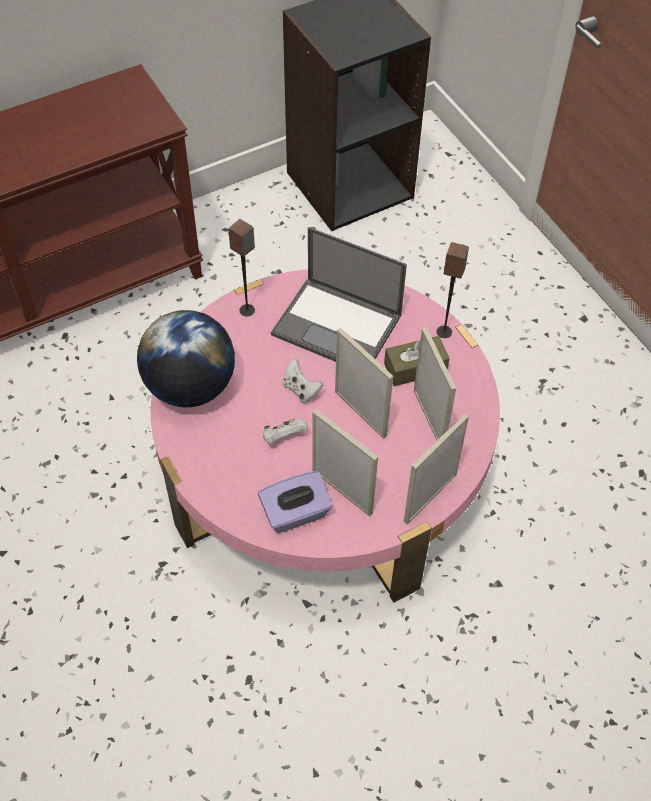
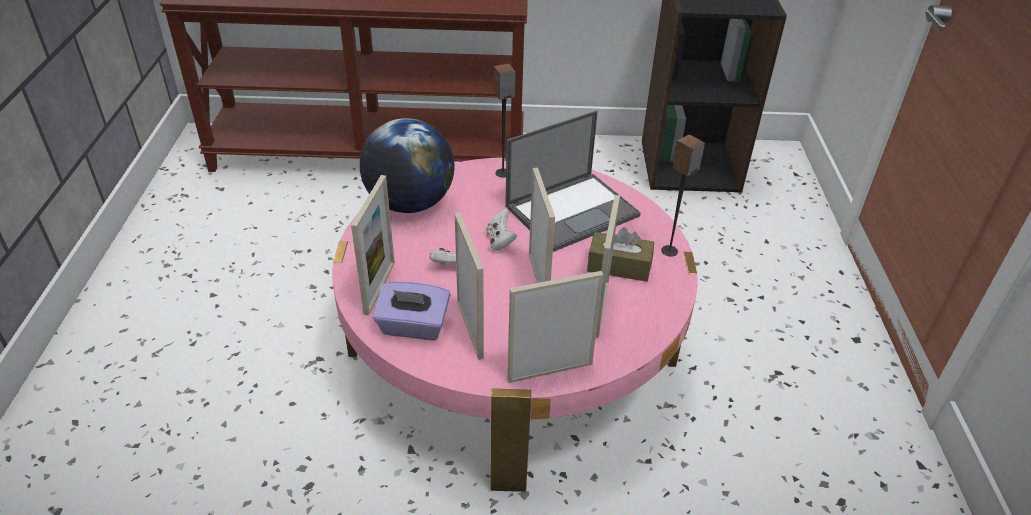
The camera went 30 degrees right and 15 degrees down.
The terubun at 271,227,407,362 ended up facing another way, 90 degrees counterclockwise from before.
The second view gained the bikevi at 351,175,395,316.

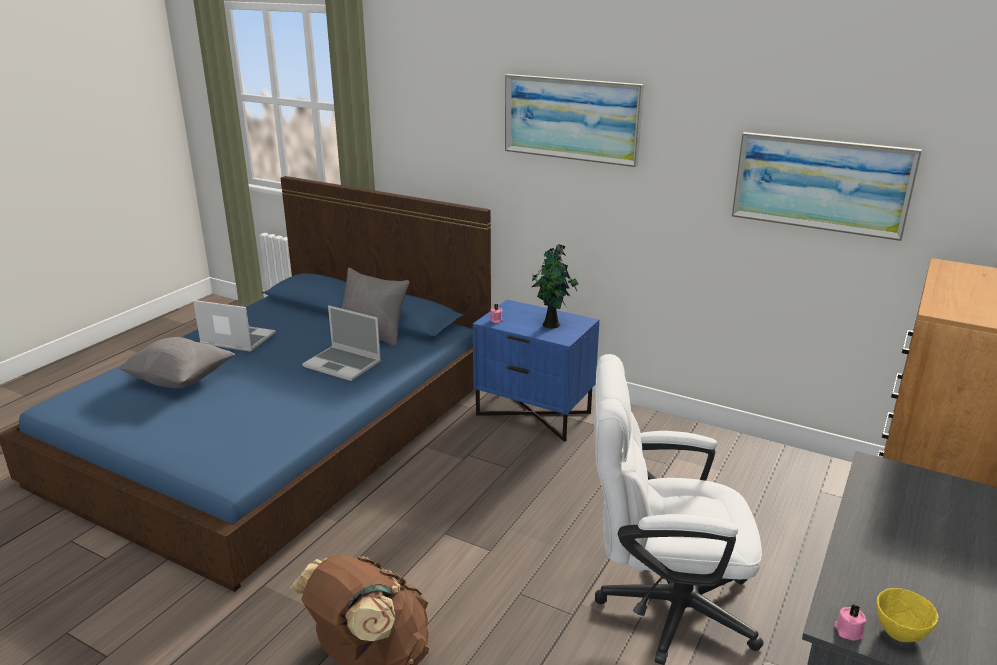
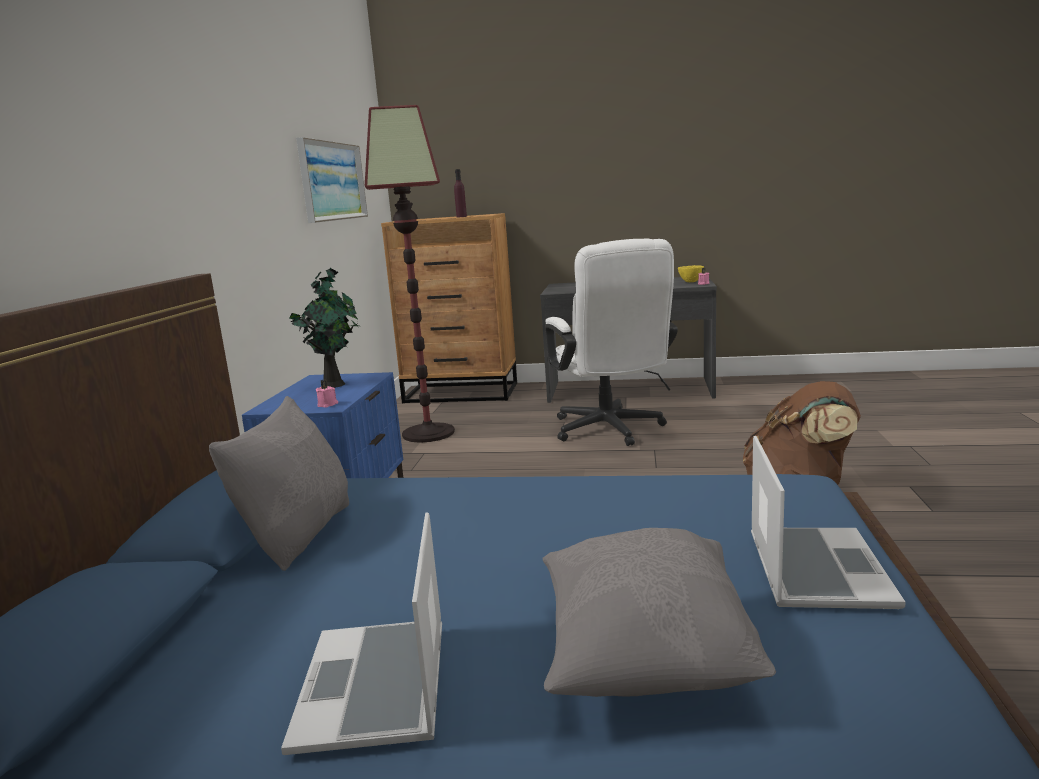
The camera went 110 degrees left and 10 degrees down.
The terubun ended up elsewhere, having gone from 302,305,381,381 to 751,436,906,609.
The second view lost the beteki at 505,74,644,167.
The second view gained the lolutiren at 365,105,455,443.
The second view gained the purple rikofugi at 454,169,467,218.

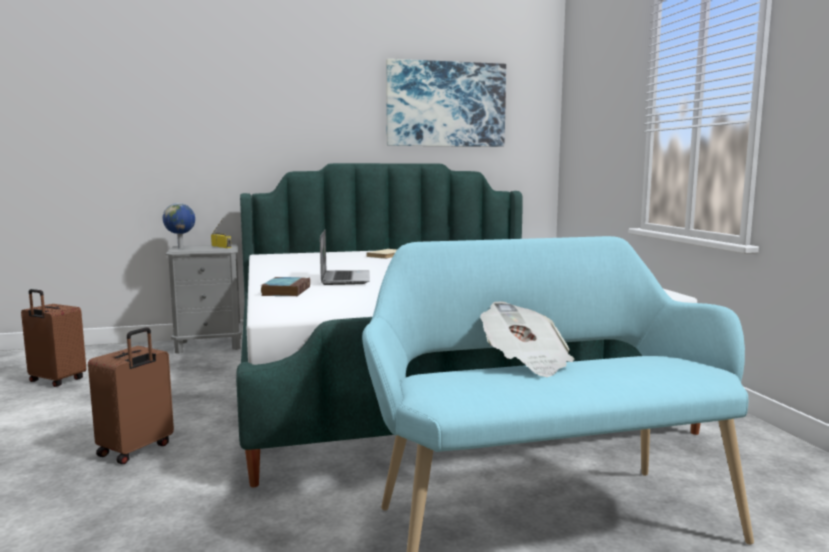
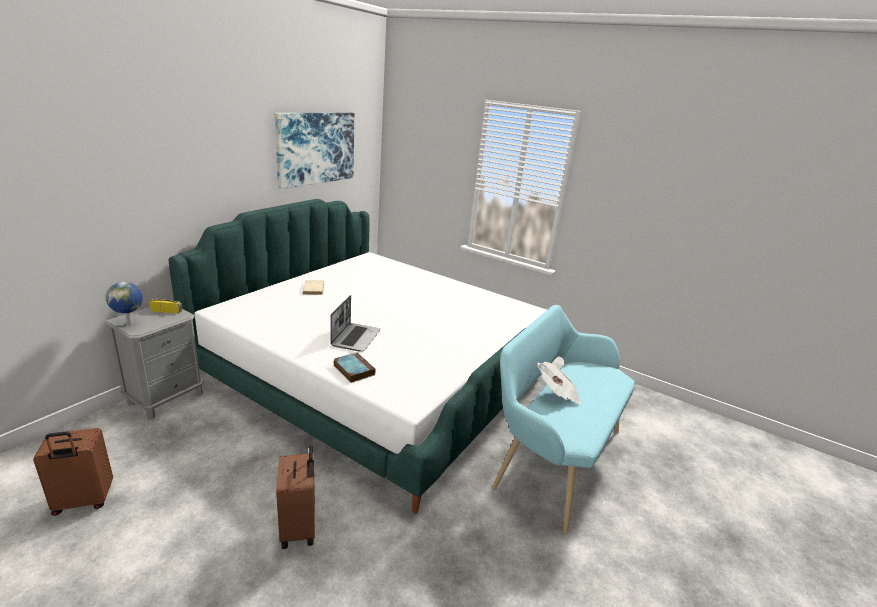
The camera went 45 degrees left and 15 degrees up.
The terubun at 320,230,370,285 ended up facing another way, 60 degrees clockwise from before.

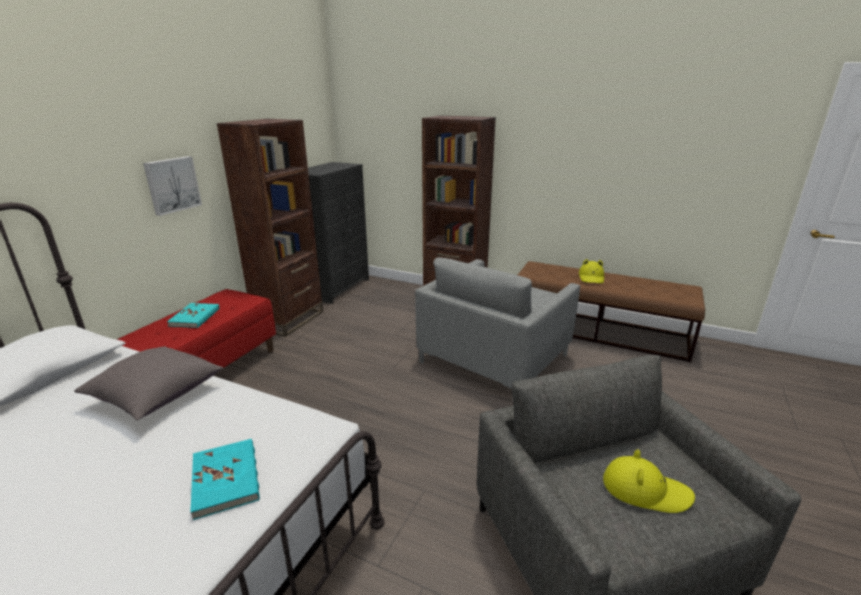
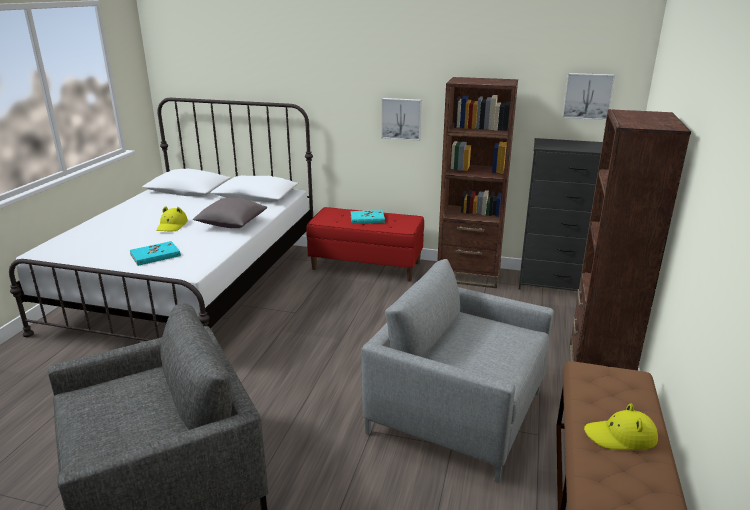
The camera went 80 degrees right and 0 degrees up.
The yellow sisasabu ended up elsewhere, having gone from 603,450,695,513 to 156,206,188,231.
The second view gained the beteki at 562,73,615,120.

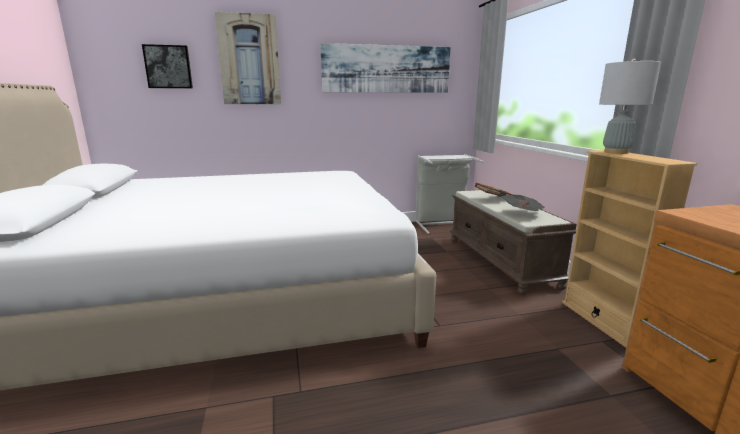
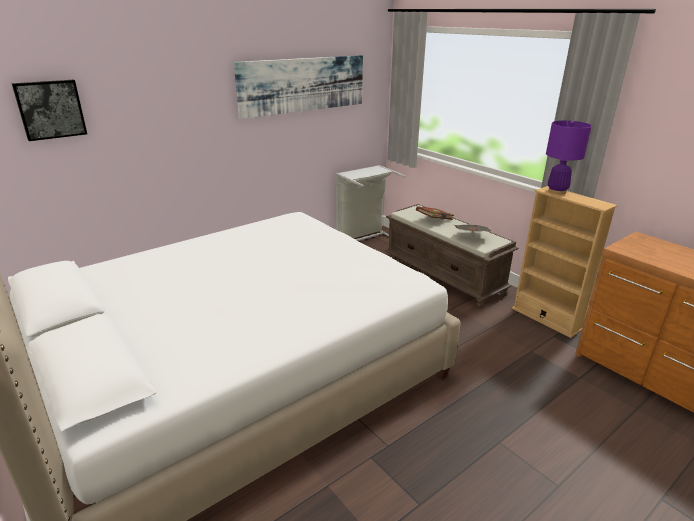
The camera went 25 degrees left and 10 degrees up.
The second view lost the beteki at 215,12,281,104.
What was the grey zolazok at 599,59,661,154 turned into the purple zolazok at 546,121,592,195.

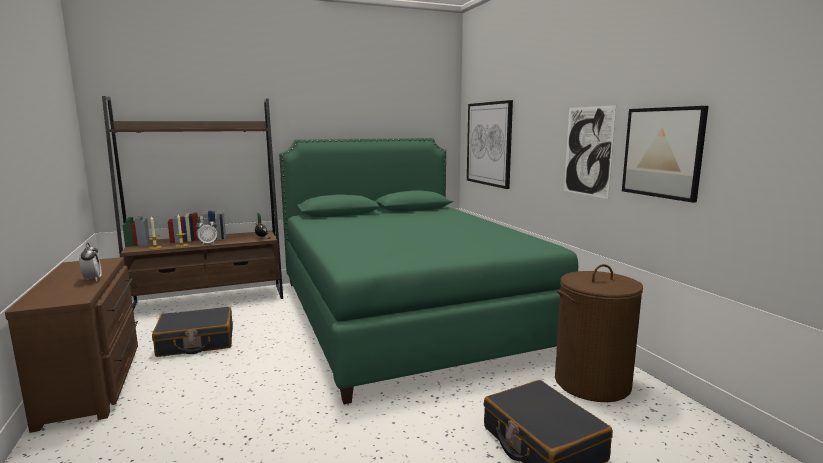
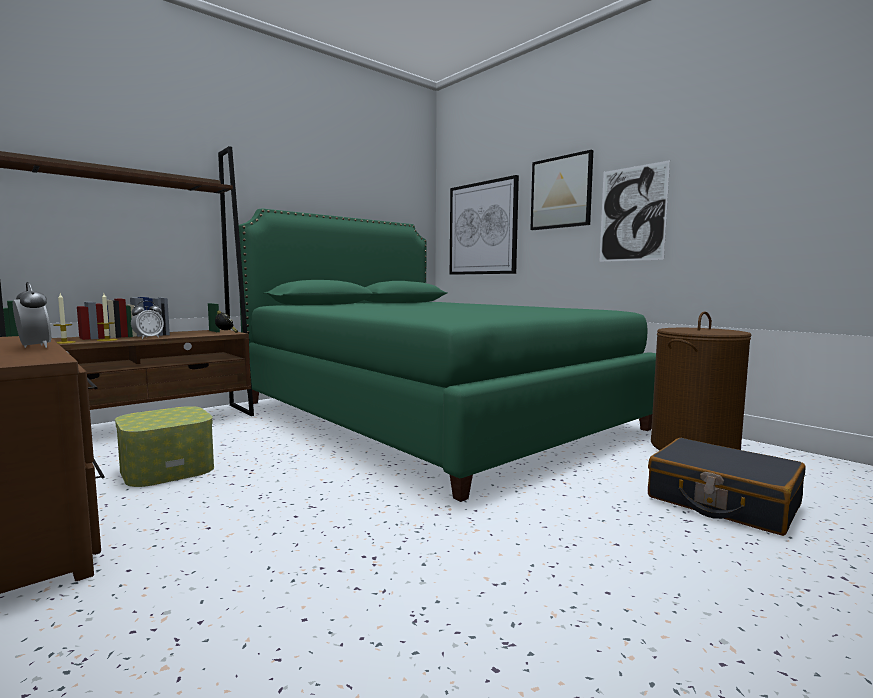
The camera went 20 degrees left and 5 degrees down.
Where the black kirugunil stood at 152,307,233,357, the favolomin came to stand at 115,406,214,487.
The beteki ended up elsewhere, having gone from 622,106,709,203 to 530,150,593,230.

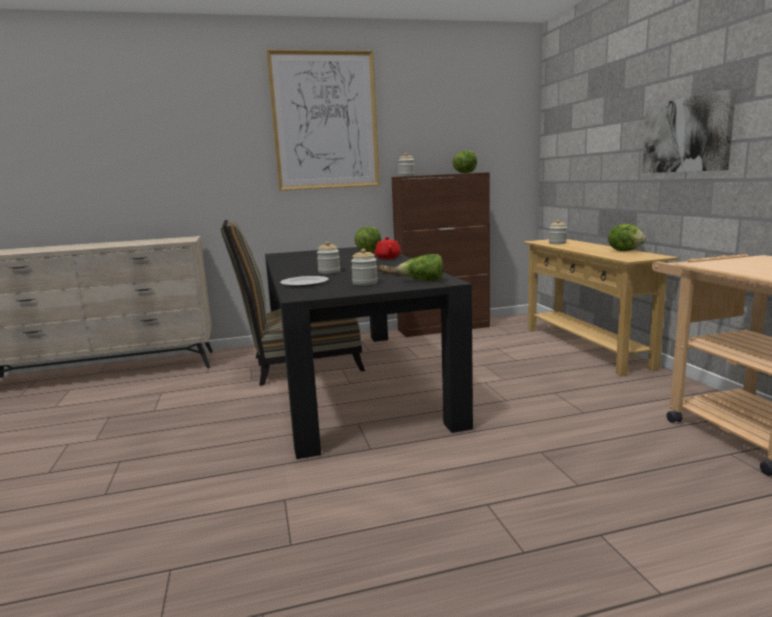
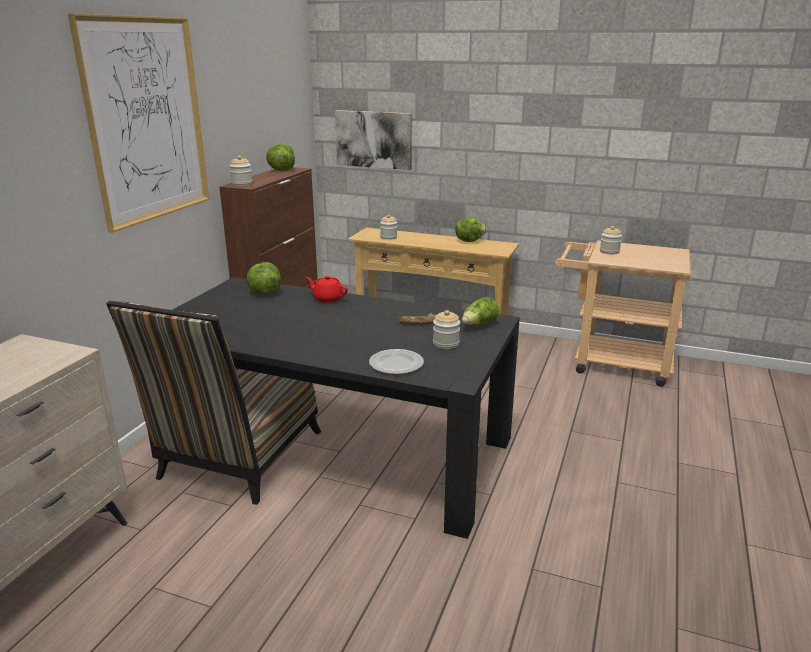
The camera went 55 degrees left and 10 degrees up.
The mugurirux ended up elsewhere, having gone from 317,241,340,274 to 600,226,622,254.
The beteki ended up elsewhere, having gone from 642,89,736,173 to 335,110,412,170.

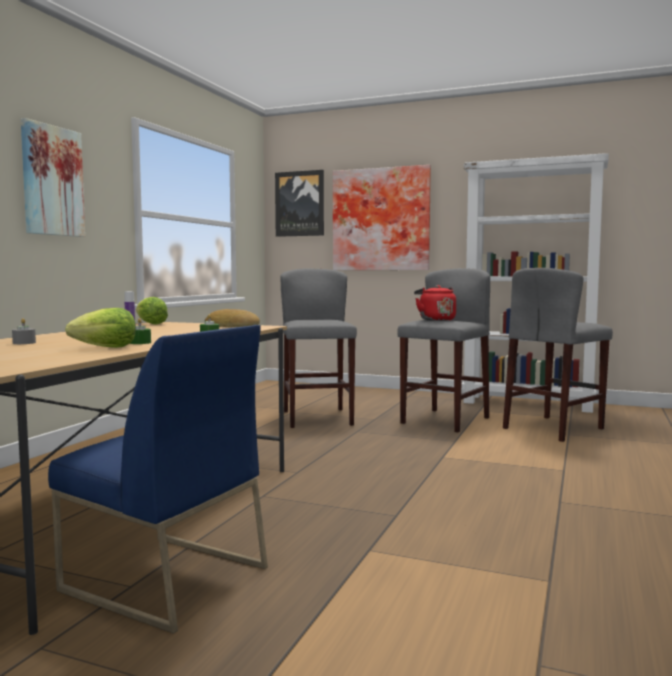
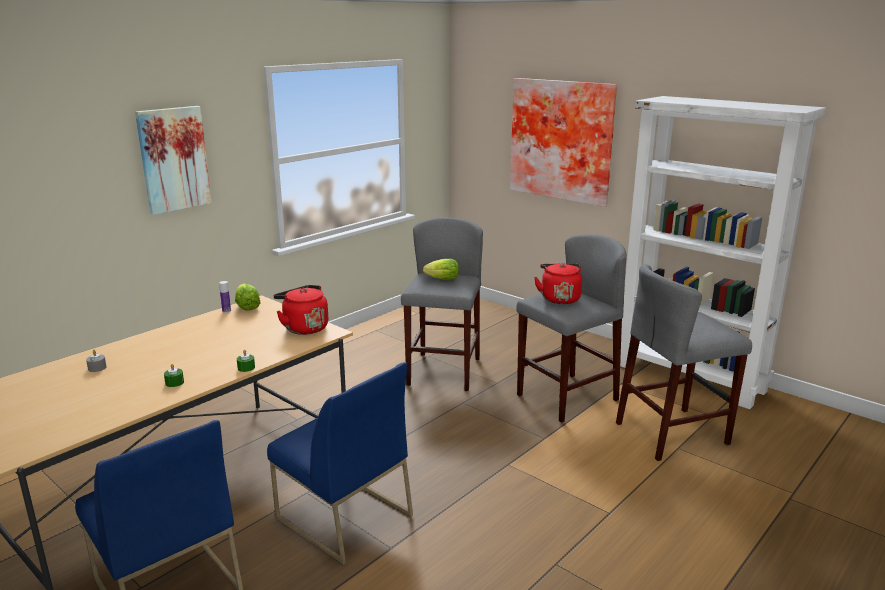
The camera went 20 degrees right and 15 degrees up.
The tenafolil ended up elsewhere, having gone from 65,308,136,348 to 423,259,459,280.
Where the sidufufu stood at 205,309,260,327, the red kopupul came to stand at 274,285,328,335.
The second view lost the beteki at 275,170,324,237.
The second view gained the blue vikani at 267,362,413,565.

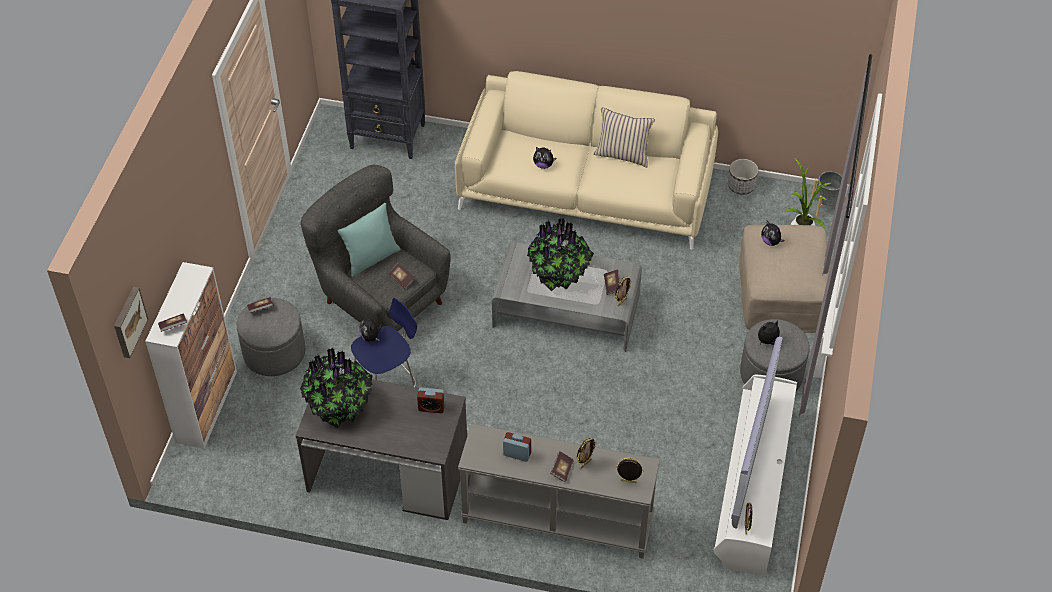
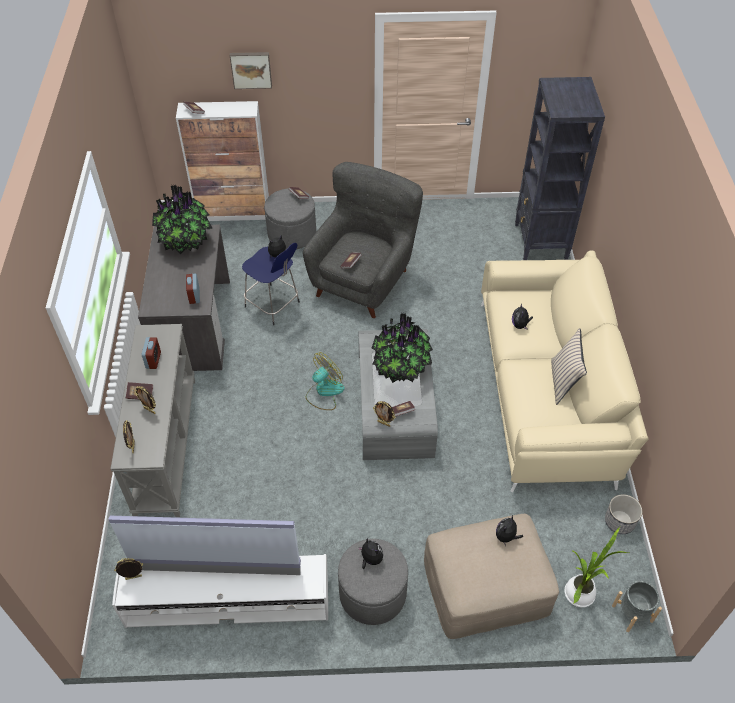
The camera went 75 degrees right and 0 degrees up.
The beteki ended up elsewhere, having gone from 114,287,148,358 to 230,52,272,89.
The second view lost the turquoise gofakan at 337,203,401,277.
The second view gained the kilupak at 306,352,345,410.

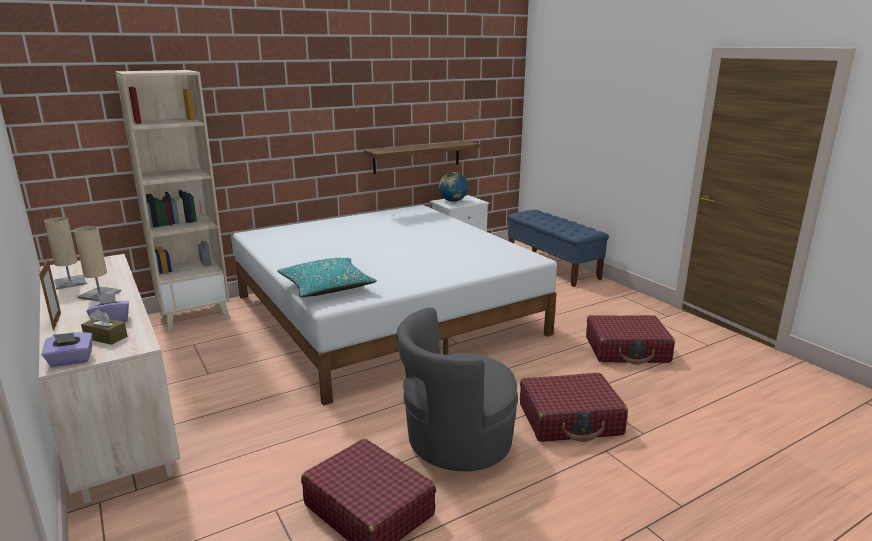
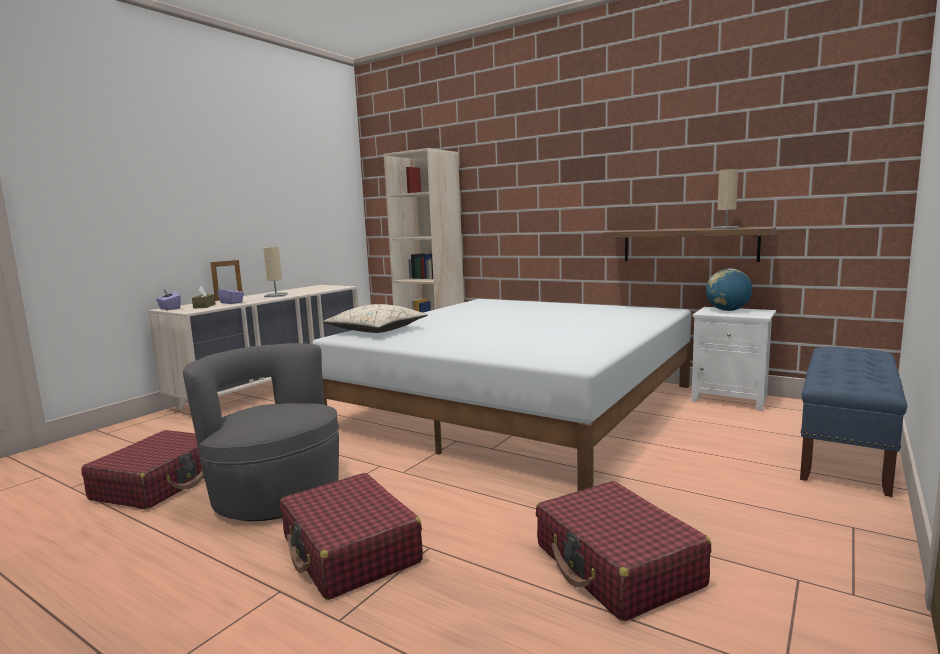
The camera went 65 degrees right and 10 degrees down.
The beige zolazok ended up elsewhere, having gone from 44,217,87,290 to 712,169,740,229.
What was the turquoise gofakan at 277,258,377,297 turned into the beige gofakan at 322,304,428,333.

